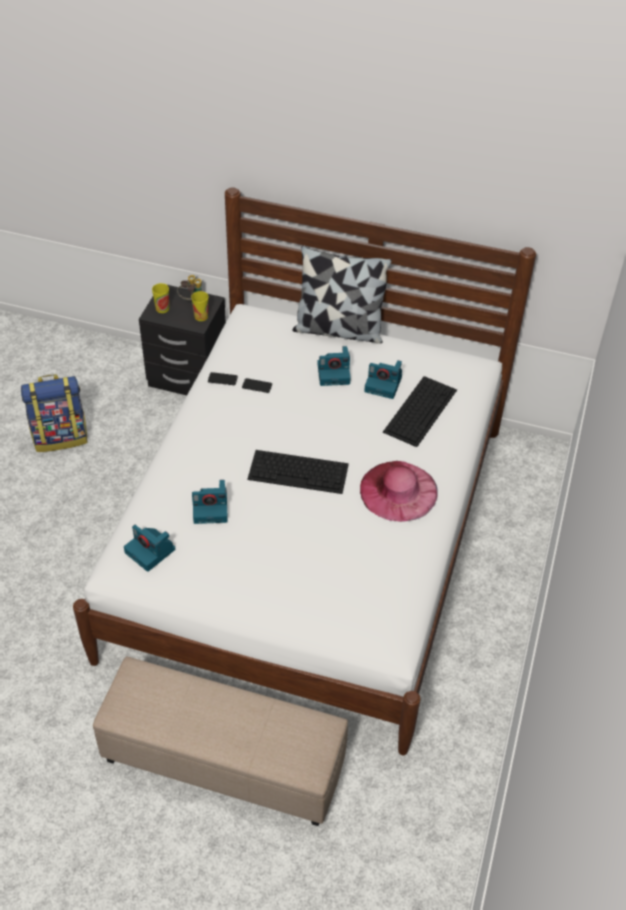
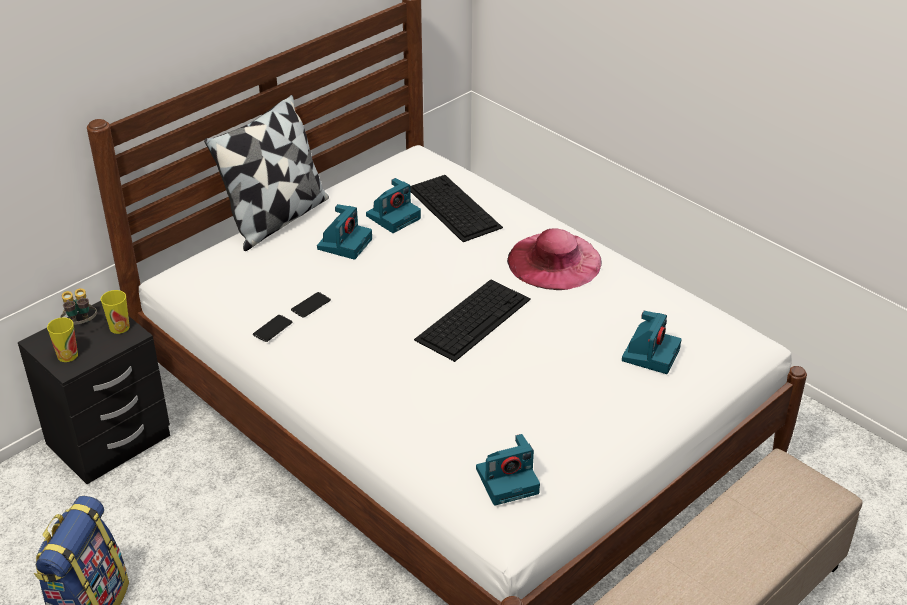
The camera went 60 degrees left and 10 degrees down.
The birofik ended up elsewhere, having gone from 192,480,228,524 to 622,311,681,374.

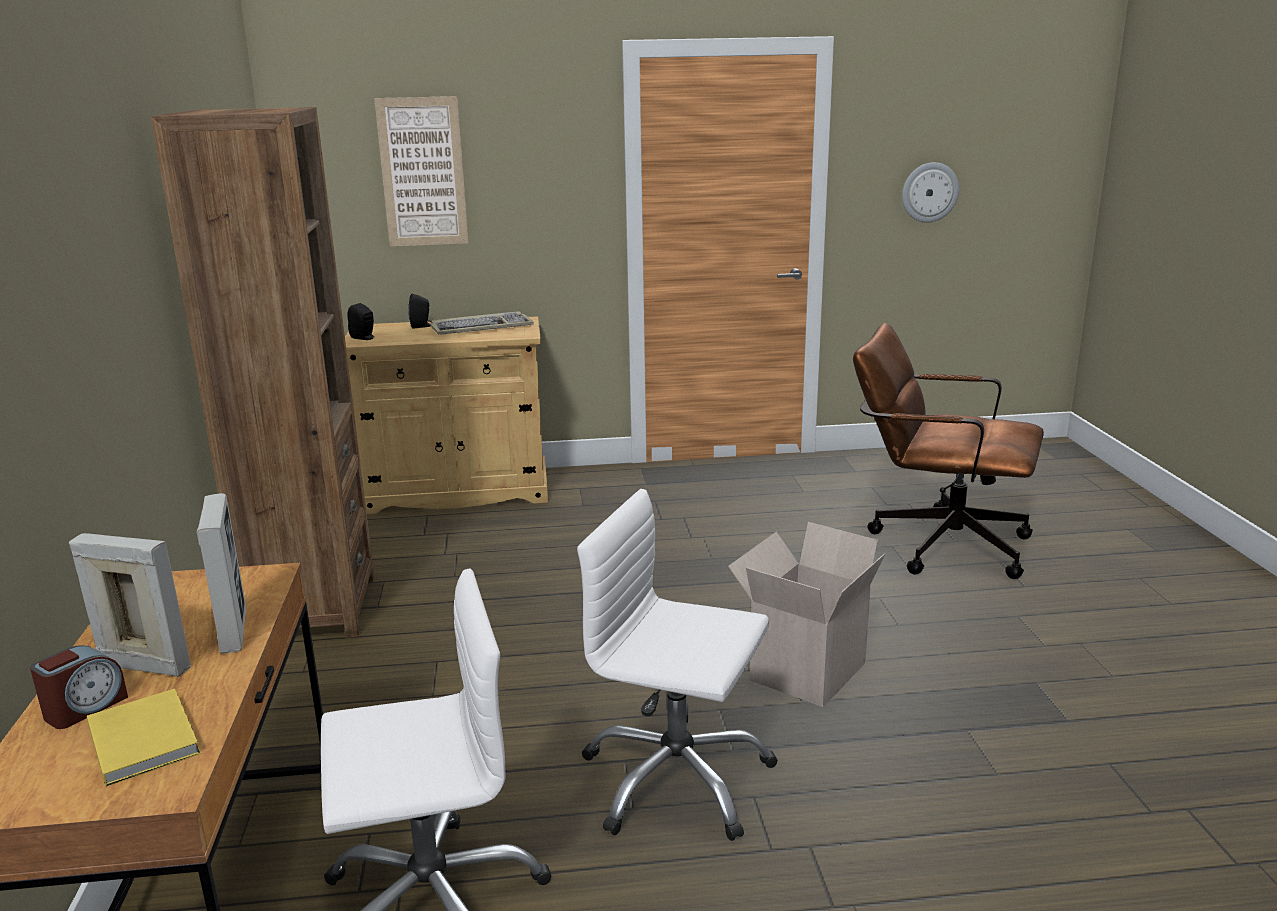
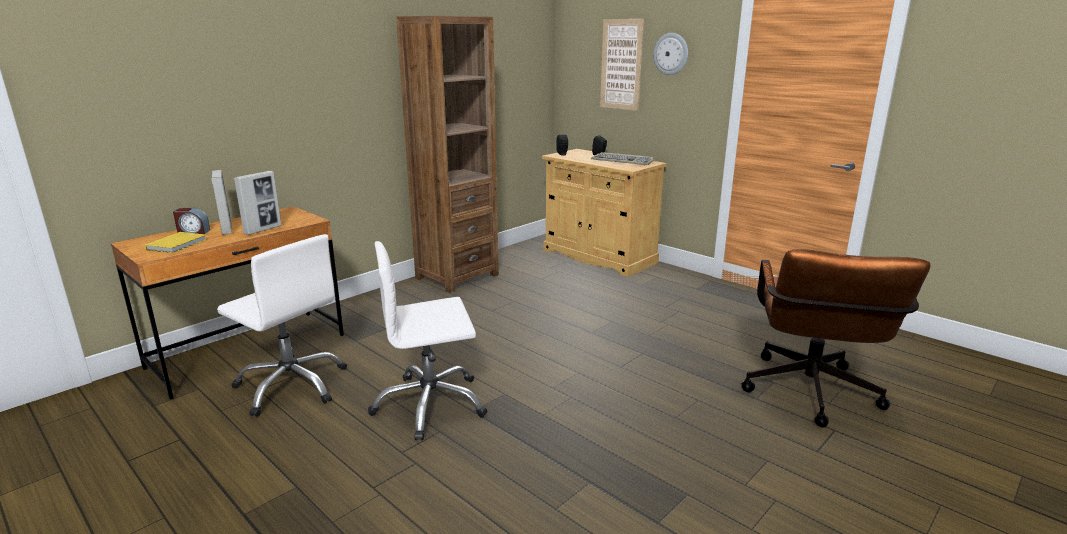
The camera went 50 degrees right and 0 degrees up.
The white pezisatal at 577,489,778,841 ended up facing another way, 90 degrees counterclockwise from before.
The second view lost the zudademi at 728,522,886,707.
The brown pezisatal at 853,323,1044,579 ended up facing another way, 150 degrees counterclockwise from before.
The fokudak ended up elsewhere, having gone from 902,162,959,223 to 653,33,688,75.

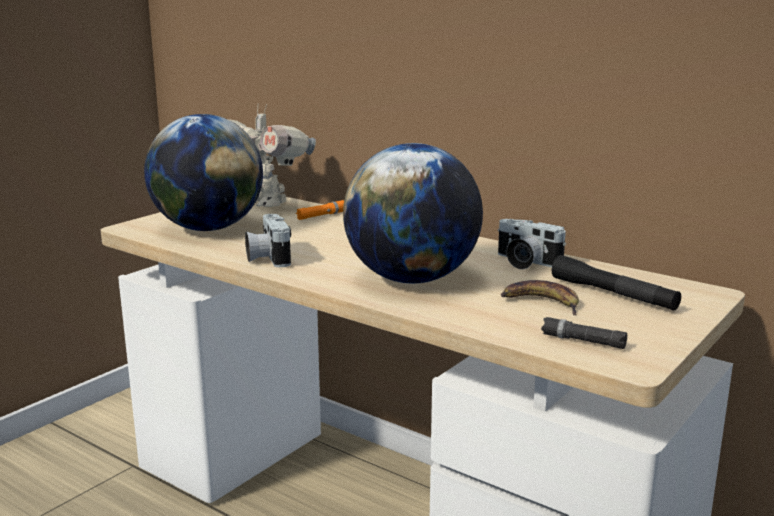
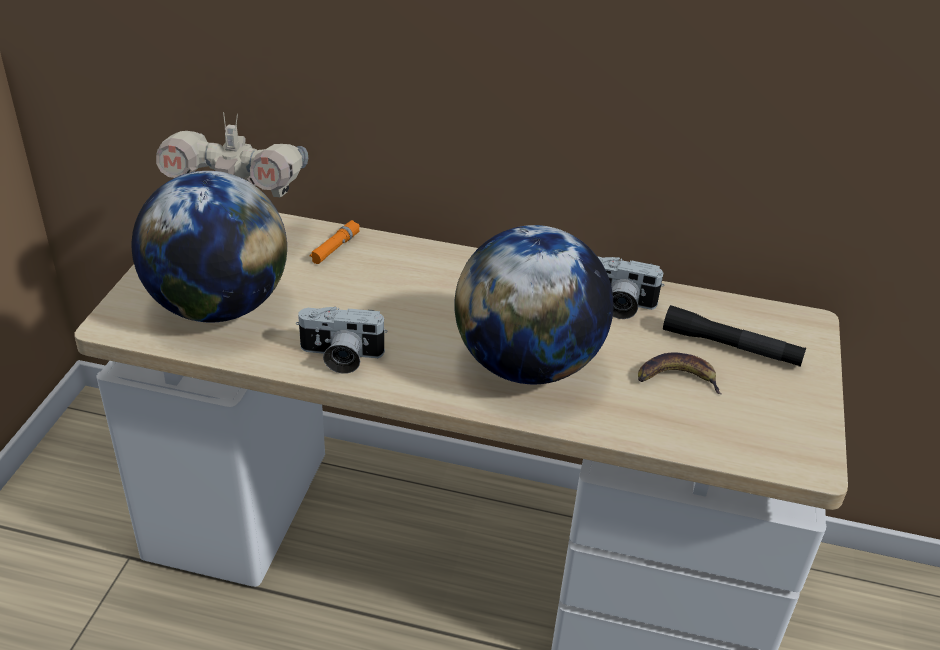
The camera went 25 degrees left and 20 degrees up.
The birofik at 245,214,291,267 ended up facing another way, 45 degrees counterclockwise from before.
The second view lost the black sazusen at 541,317,627,349.

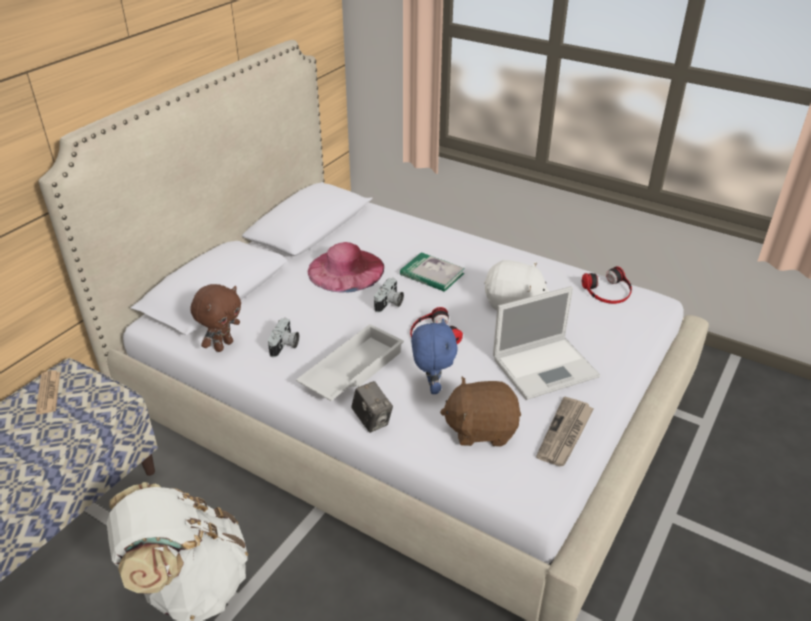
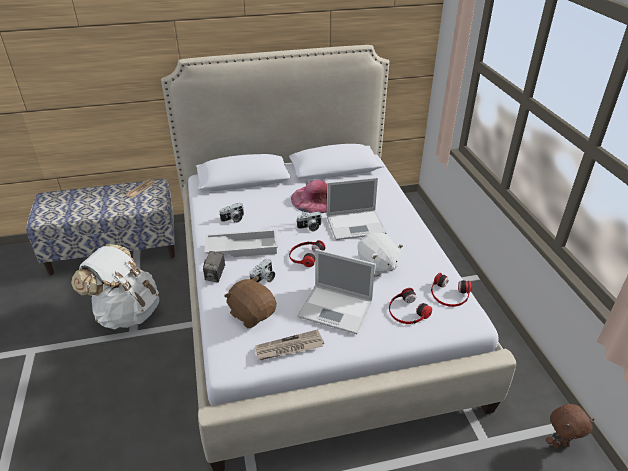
The camera went 45 degrees right and 0 degrees up.
The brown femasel ended up elsewhere, having gone from 191,284,241,352 to 546,404,595,449.
Where the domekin stood at 400,252,465,292, the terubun came to stand at 327,177,386,240.
Where the blue femasel stood at 411,318,458,394, the birofik came to stand at 249,259,275,282.
The second view gained the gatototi at 389,288,432,324.

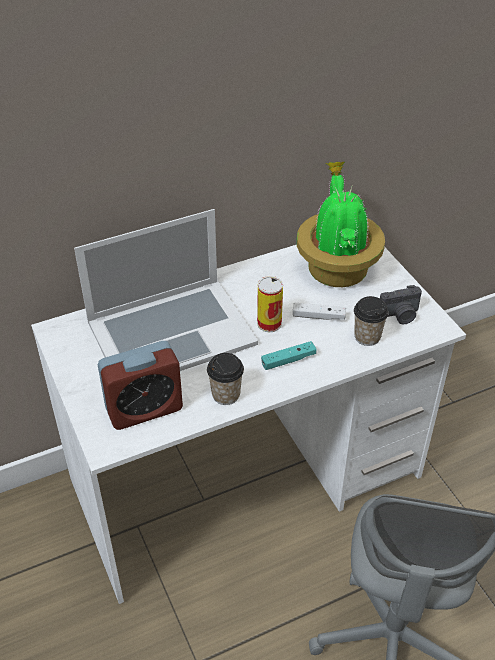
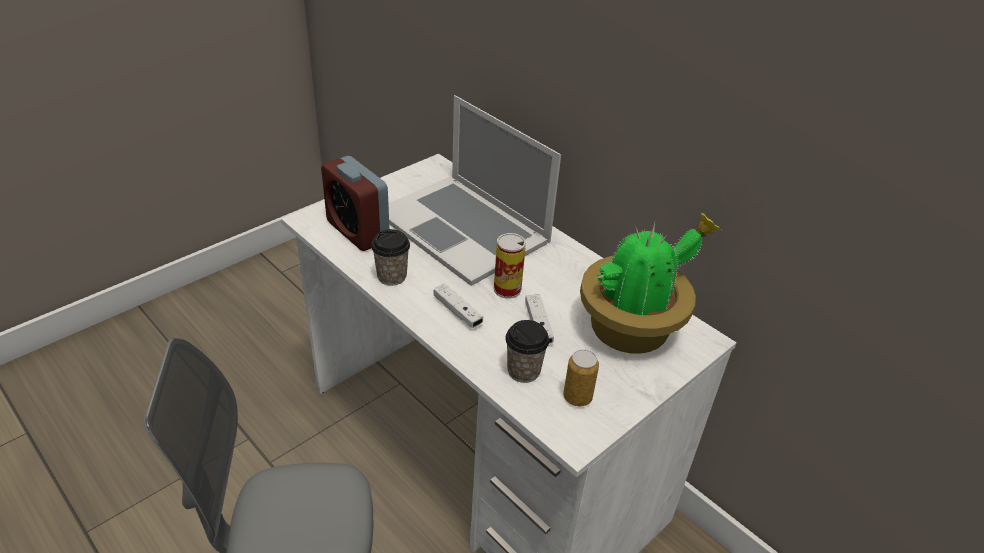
The camera went 70 degrees right and 5 degrees down.
What was the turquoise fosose at 261,341,316,370 turned into the white fosose at 434,284,483,328.
Where the birofik stood at 380,285,422,324, the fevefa came to stand at 563,350,599,406.

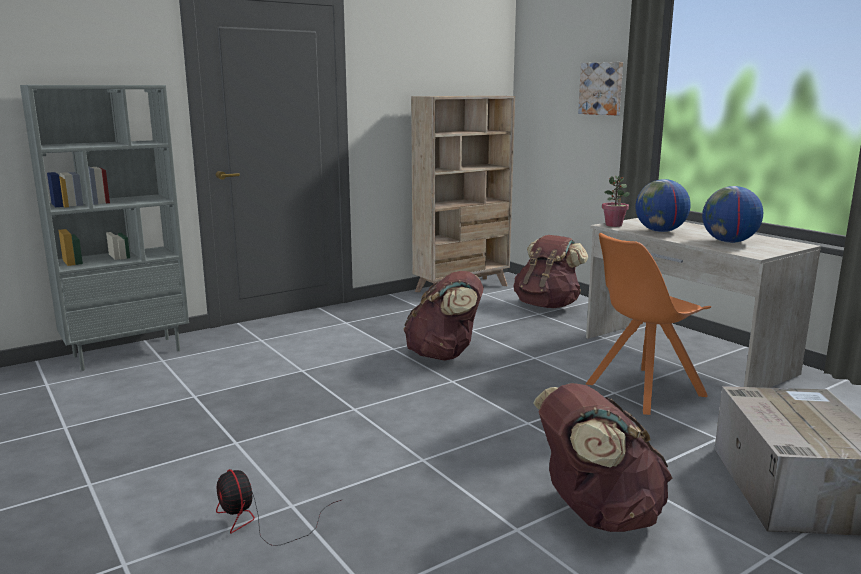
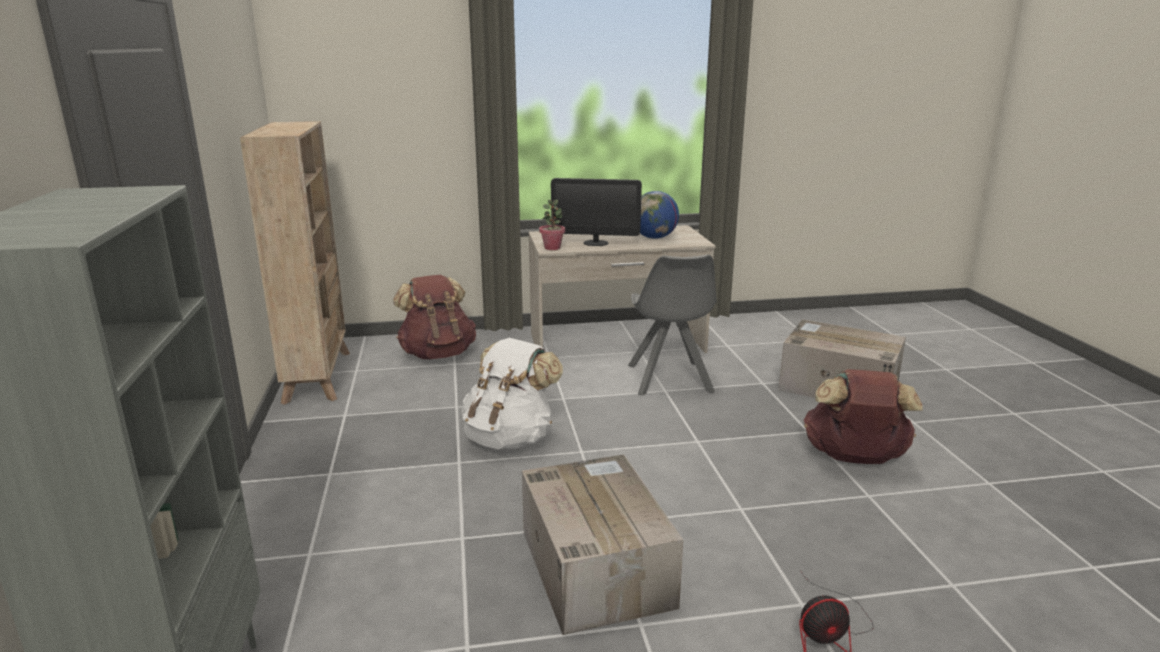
The camera went 65 degrees left and 5 degrees up.
What was the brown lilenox at 403,271,484,361 turned into the white lilenox at 462,338,563,450.
The second view lost the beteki at 578,62,623,115.
What was the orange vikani at 586,233,711,415 turned into the grey vikani at 628,255,717,396.
Where the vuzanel stood at 635,179,690,232, the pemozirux came to stand at 551,178,642,246.
The second view gained the zudademi at 522,455,683,635.

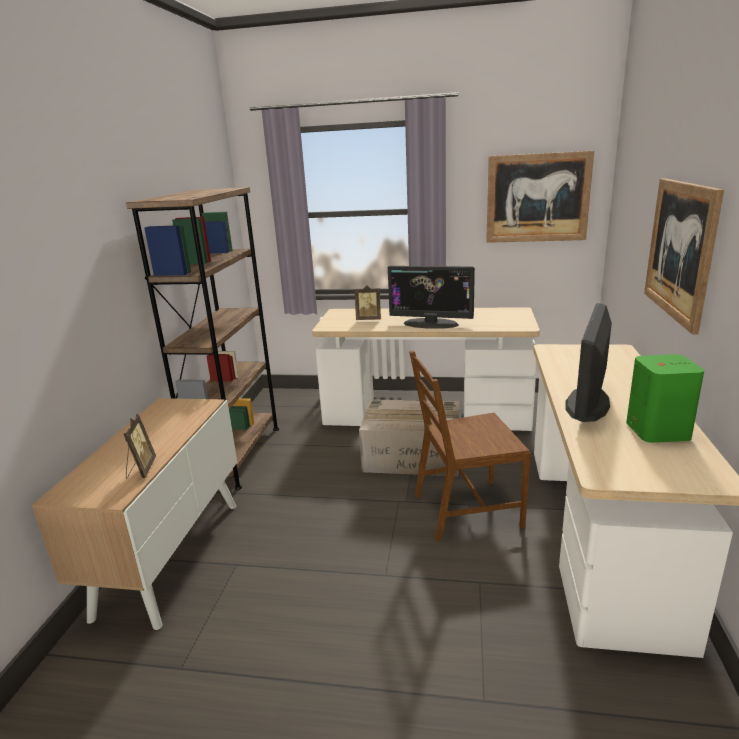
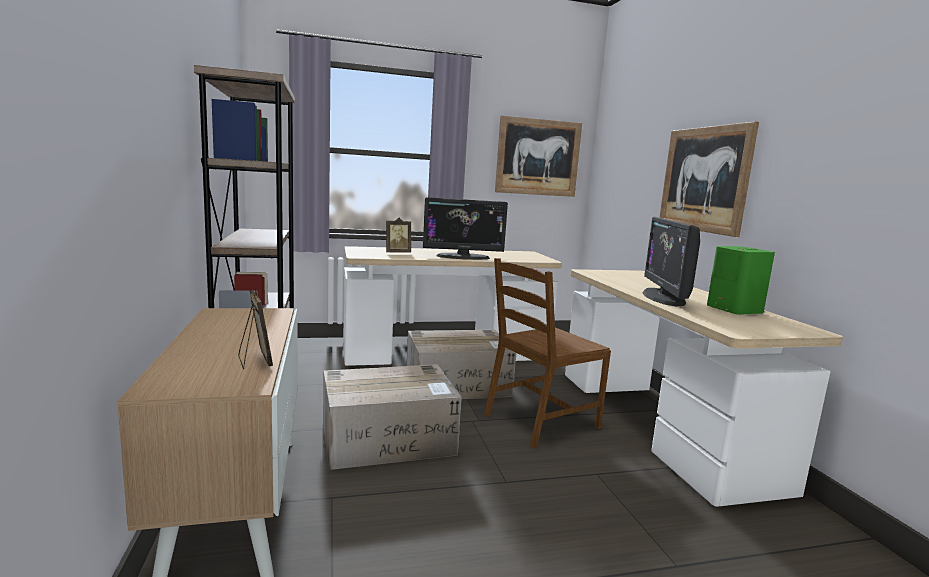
The camera went 25 degrees left and 10 degrees down.
The second view gained the zudademi at 323,364,462,470.

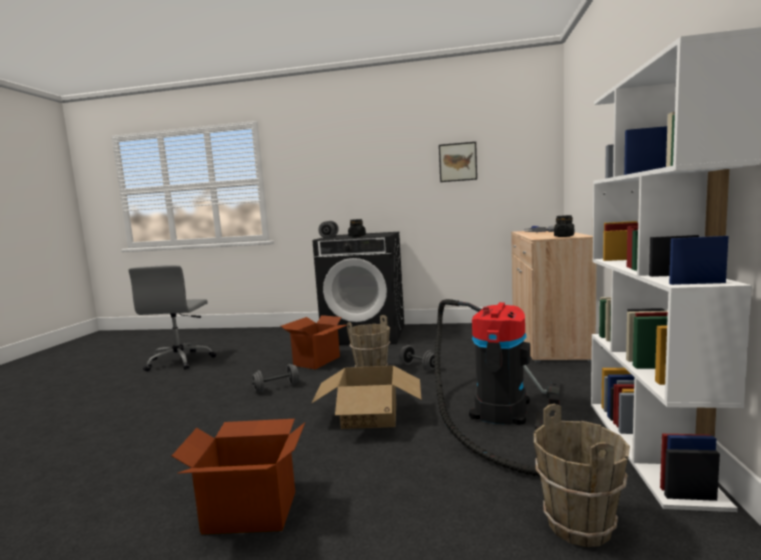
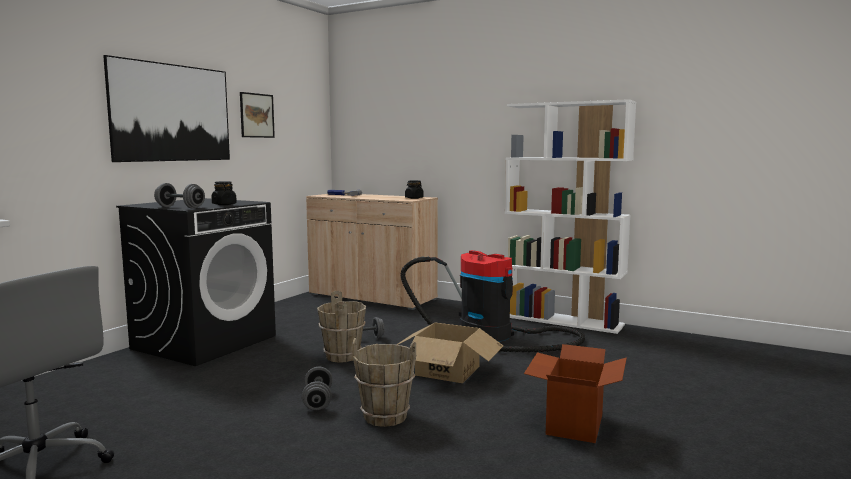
The camera went 70 degrees left and 0 degrees up.
The second view lost the zudademi at 281,315,347,369.
The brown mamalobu ended up elsewhere, having gone from 534,404,630,547 to 352,338,416,427.
The second view gained the beteki at 103,55,230,162.

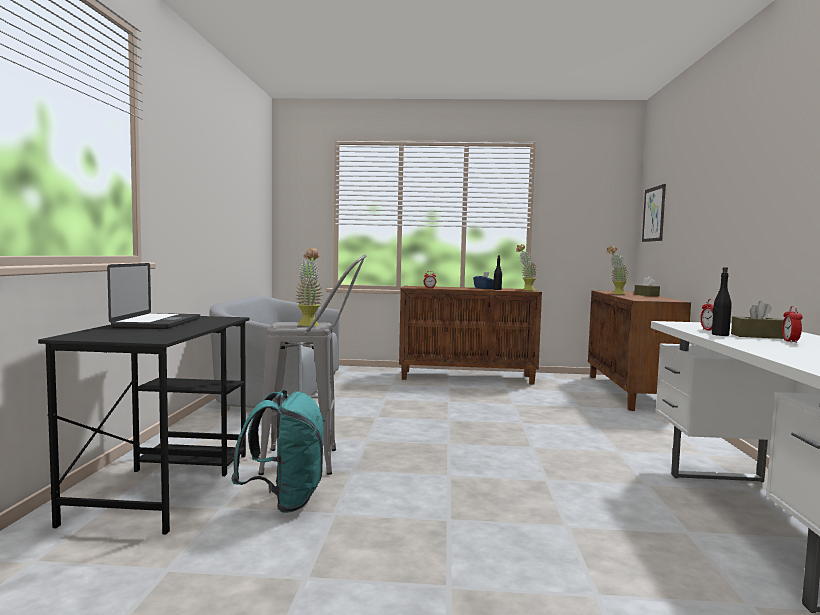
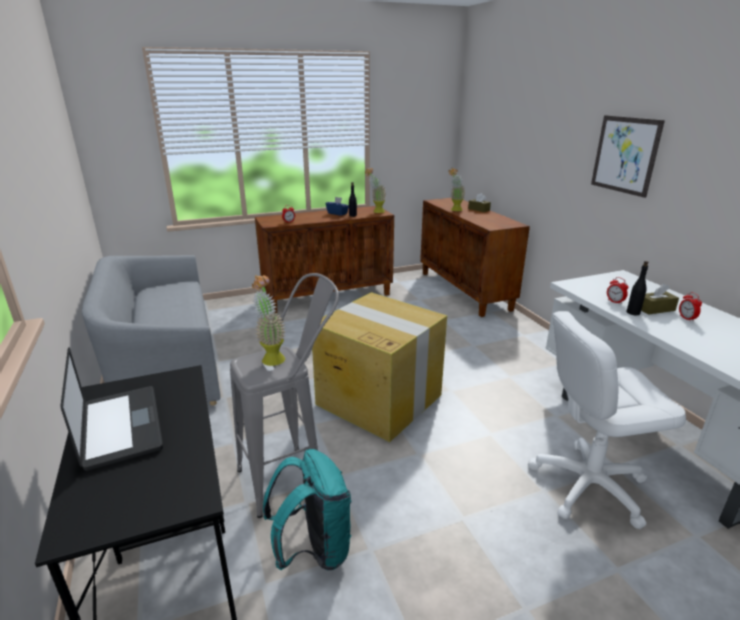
The camera went 25 degrees left and 20 degrees up.
The beteki ended up elsewhere, having gone from 642,184,666,242 to 591,115,665,198.
The second view gained the zudademi at 312,292,447,442.
The second view gained the white pezisatal at 528,311,686,529.

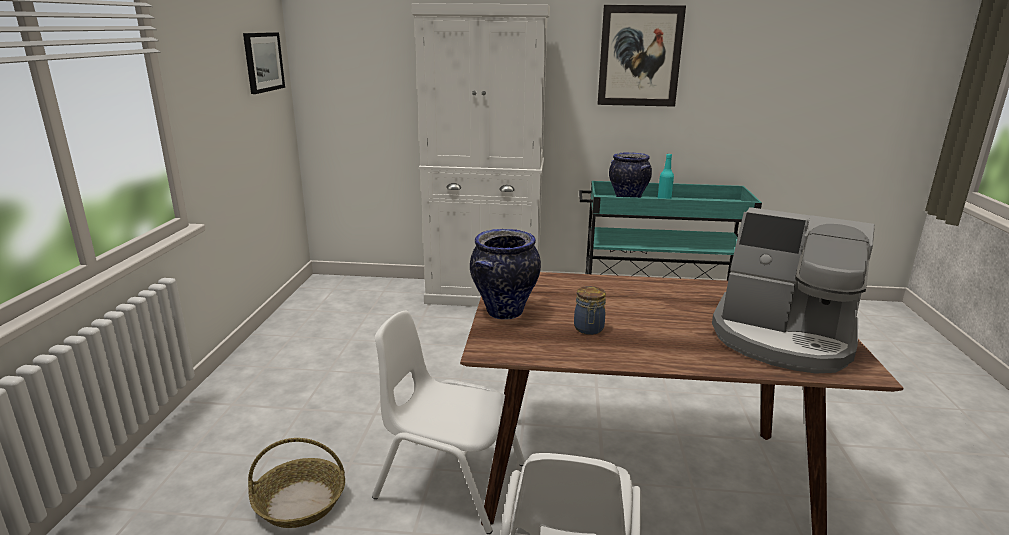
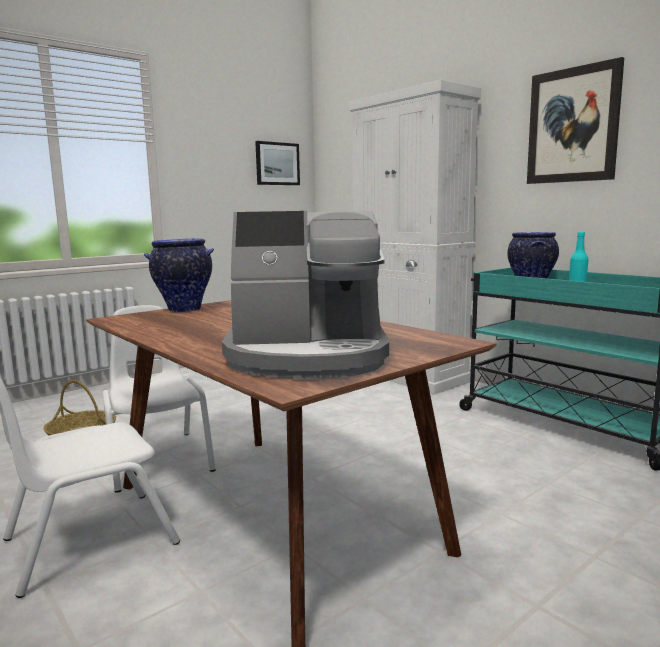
The camera went 45 degrees right and 10 degrees down.
The second view lost the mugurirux at 574,286,606,335.
The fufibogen at 712,207,875,373 ended up facing another way, 75 degrees counterclockwise from before.

